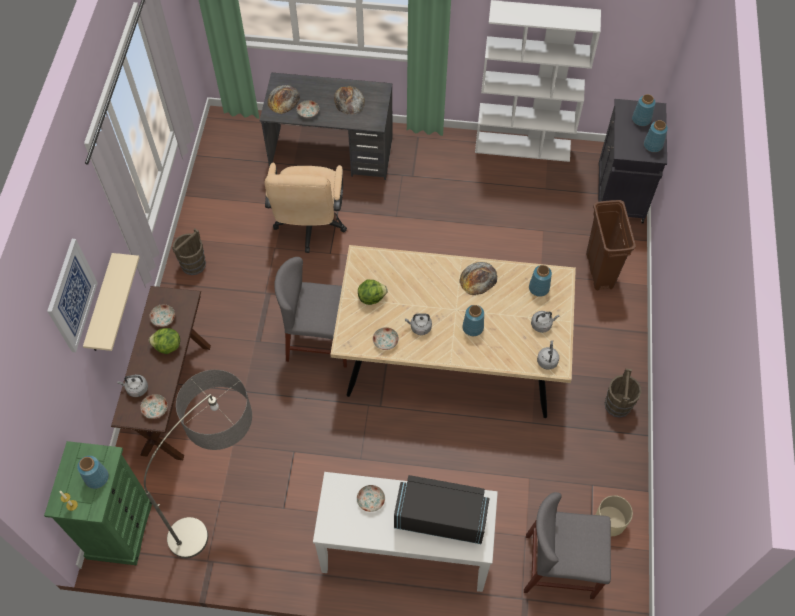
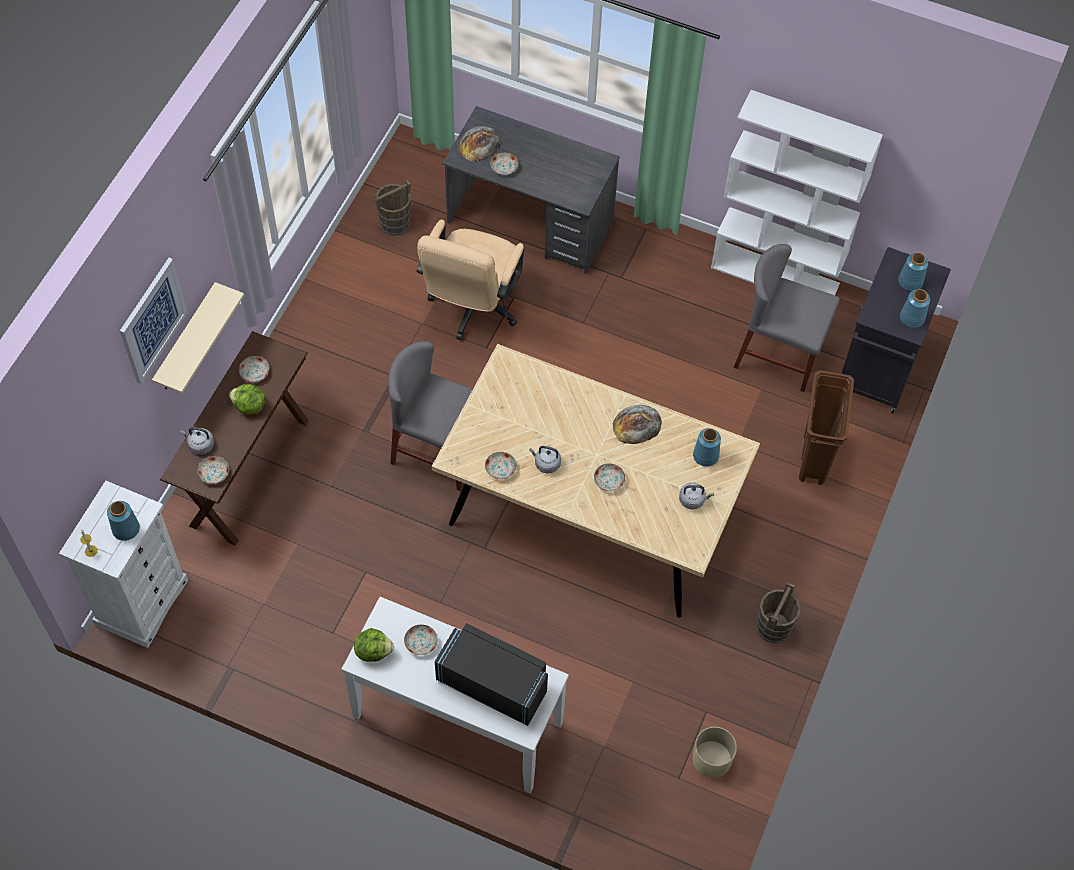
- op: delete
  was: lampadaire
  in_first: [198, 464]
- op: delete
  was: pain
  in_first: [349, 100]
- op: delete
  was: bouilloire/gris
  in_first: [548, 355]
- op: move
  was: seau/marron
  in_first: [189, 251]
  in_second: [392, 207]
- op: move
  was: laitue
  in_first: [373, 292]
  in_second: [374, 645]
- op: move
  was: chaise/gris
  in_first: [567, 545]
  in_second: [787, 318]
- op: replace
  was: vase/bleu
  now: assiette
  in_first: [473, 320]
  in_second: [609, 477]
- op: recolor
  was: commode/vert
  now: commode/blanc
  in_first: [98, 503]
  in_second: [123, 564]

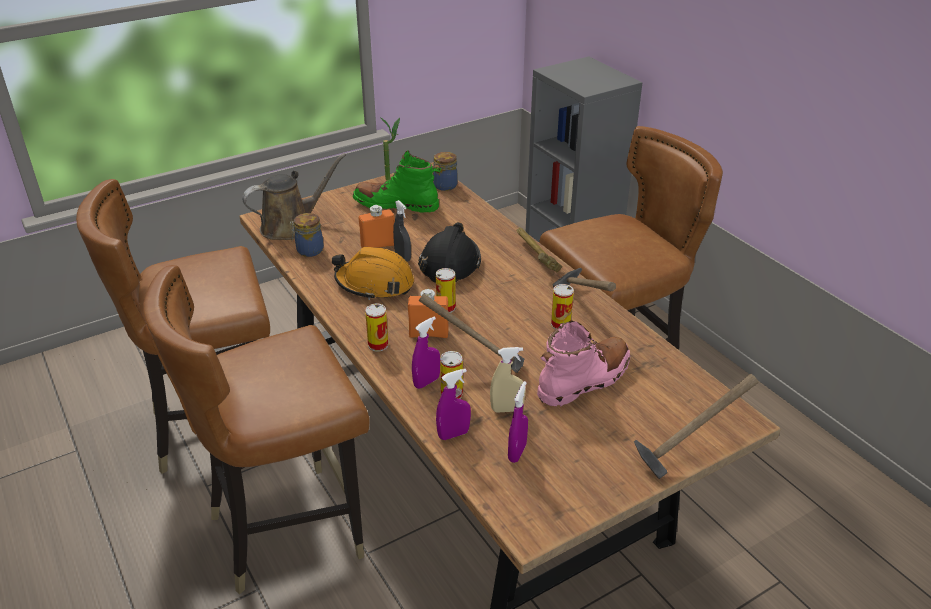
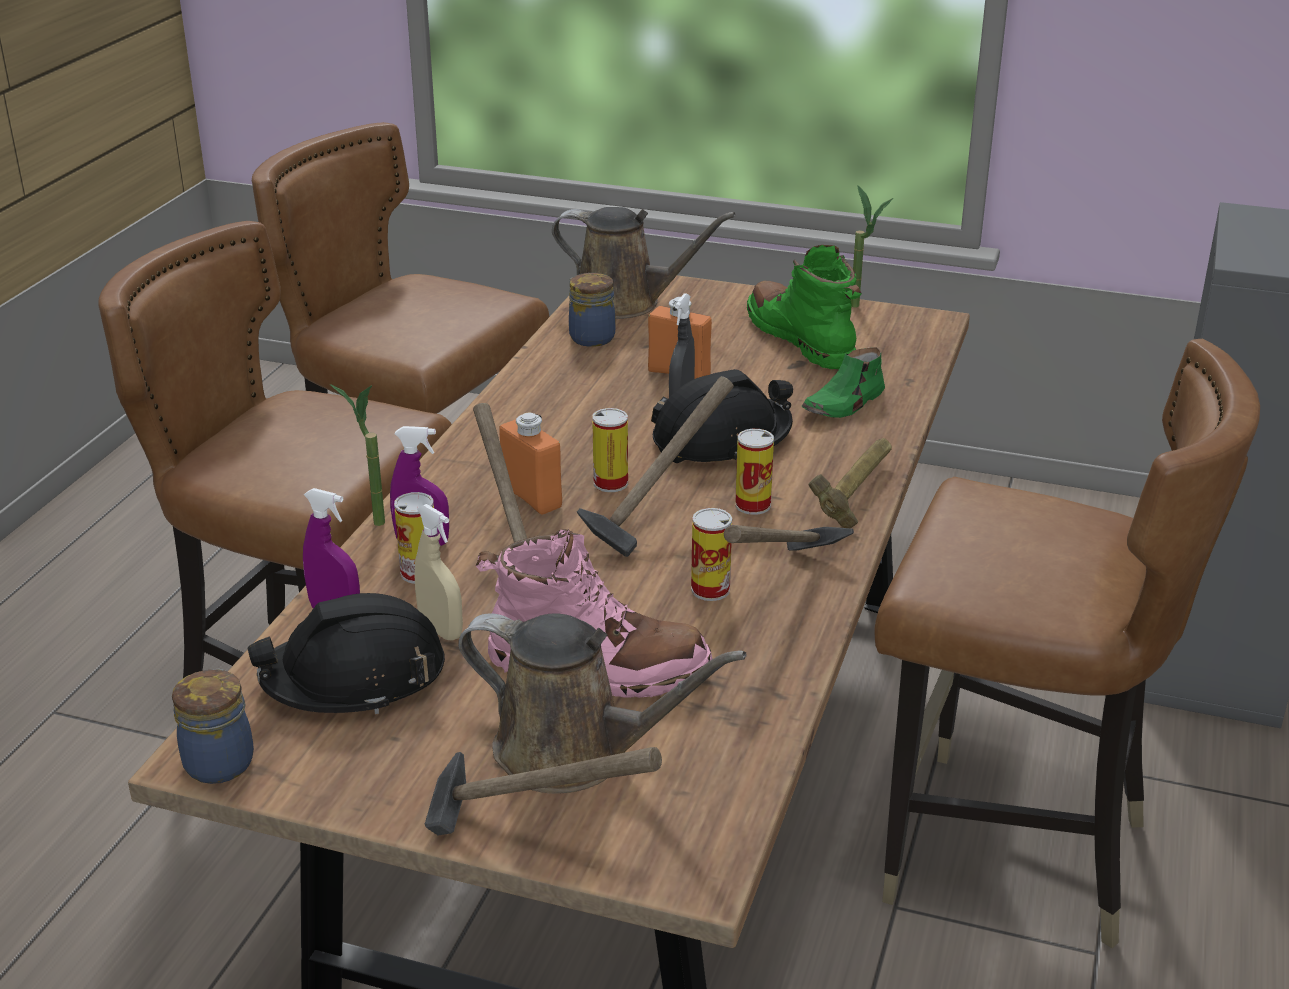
- op: delete
  was: casque de chantier/orange
  in_first: [373, 273]
- op: insert
  now: plante en pot
  in_second: [357, 455]
- op: insert
  now: arrosoir/marron
  in_second: [602, 703]
- op: insert
  now: marteau
  in_second: [655, 466]
- op: insert
  now: chaussure/vert
  in_second: [843, 382]
- op: move
  was: boîte métallique
  in_first: [376, 327]
  in_second: [754, 472]
- op: move
  was: bocal
  in_first: [445, 171]
  in_second: [213, 726]
- op: replace
  was: vaporisateur/violet
  now: casque de chantier/noir
  in_first: [518, 422]
  in_second: [346, 653]

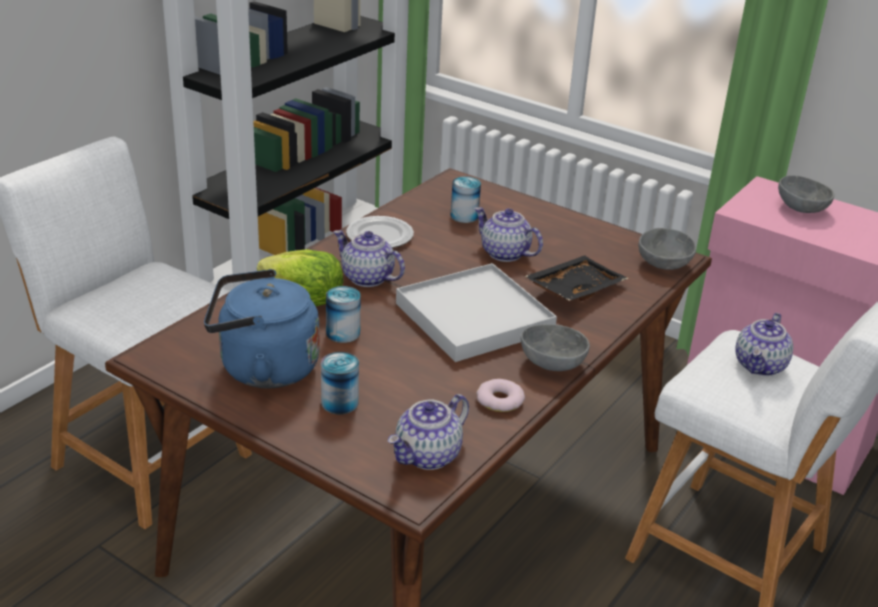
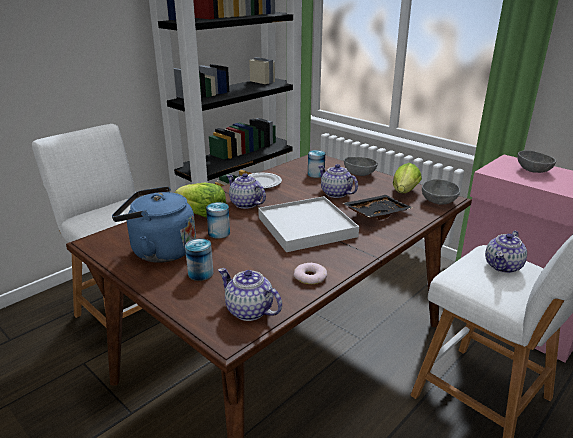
- op: insert
  now: laitue
  in_second: [407, 178]
- op: move
  was: bol/gris
  in_first: [555, 347]
  in_second: [361, 166]
- op: rotate
  was: théière
  in_first: [428, 432]
  in_second: [250, 294]
  clockwise: 75

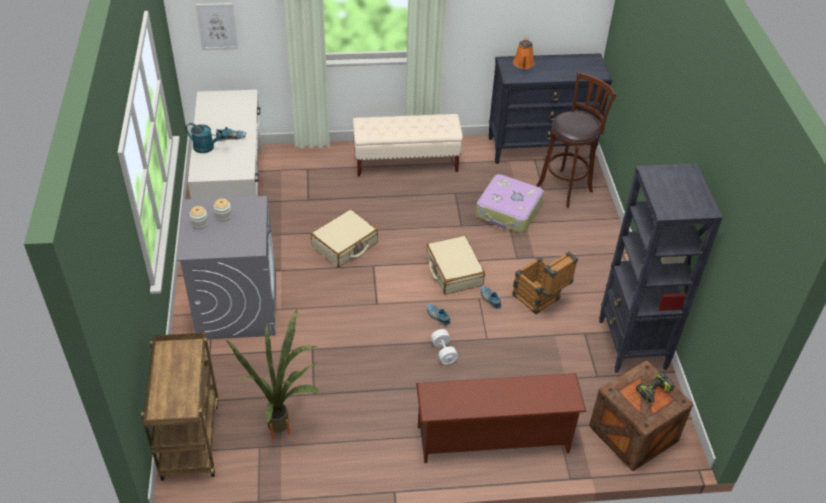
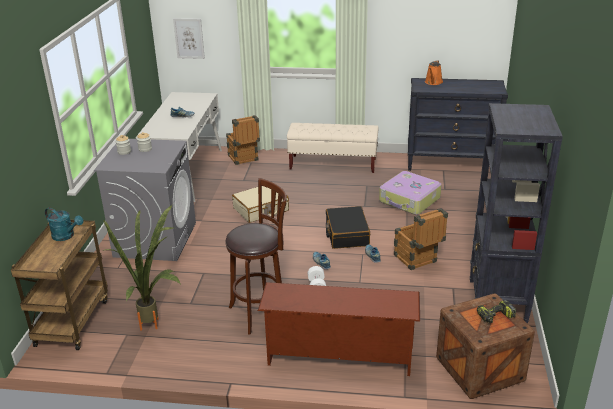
- op: insert
  now: caisse
  in_second: [243, 140]
- op: move
  was: arrosoir/turquoise
  in_first: [207, 138]
  in_second: [64, 224]
- op: move
  was: tabouret/marron
  in_first: [576, 140]
  in_second: [256, 256]
- op: recolor
  was: valise/beige
  now: valise/noir
  in_first: [455, 264]
  in_second: [348, 227]

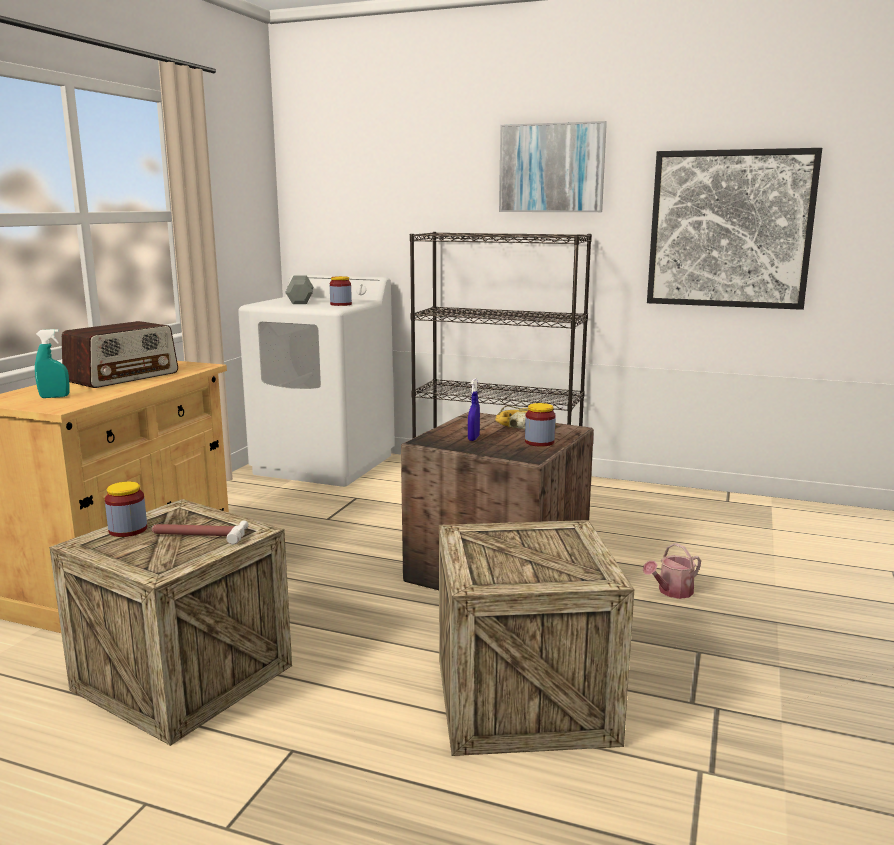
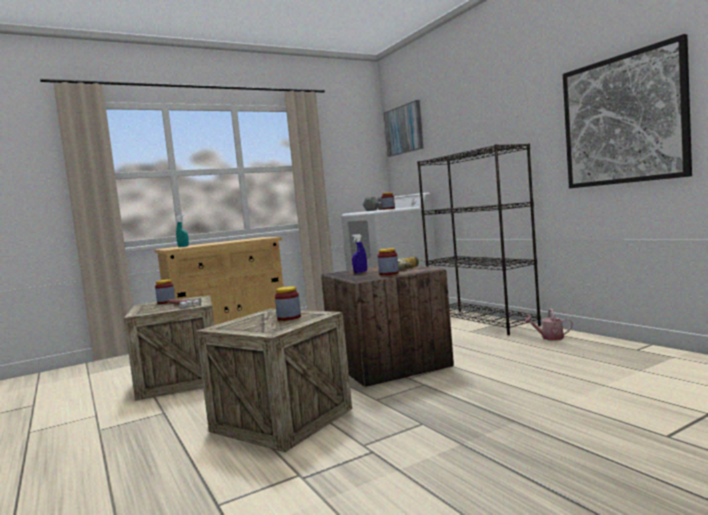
- op: delete
  was: radio
  in_first: [120, 354]
- op: insert
  now: bocal
  in_second: [288, 303]
- op: move
  was: tableau
  in_first: [553, 166]
  in_second: [403, 128]
- op: move
  was: arrosoir
  in_first: [672, 571]
  in_second: [548, 325]

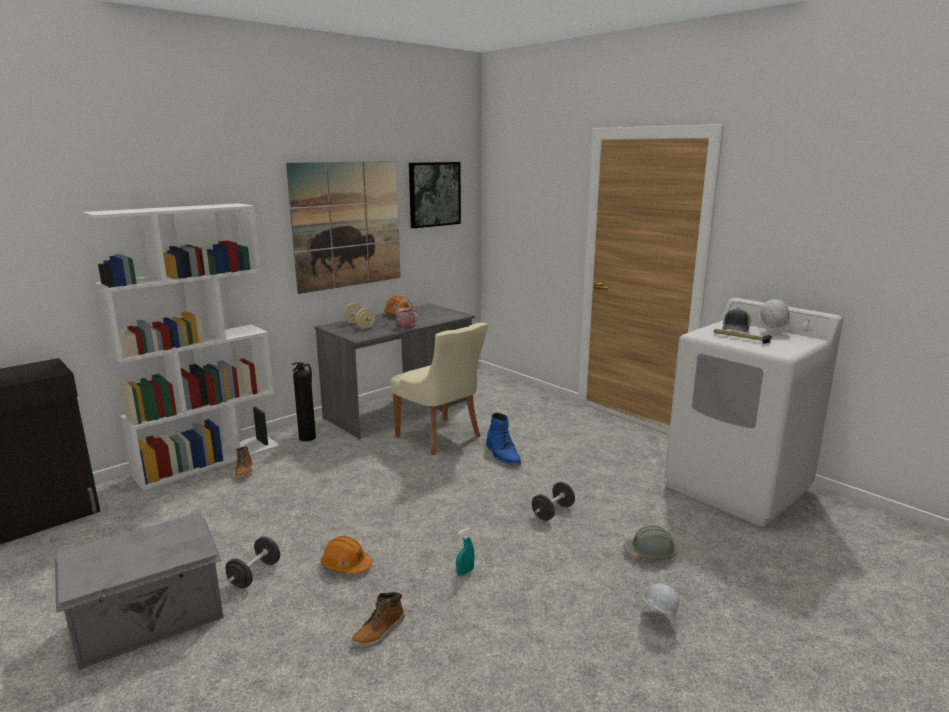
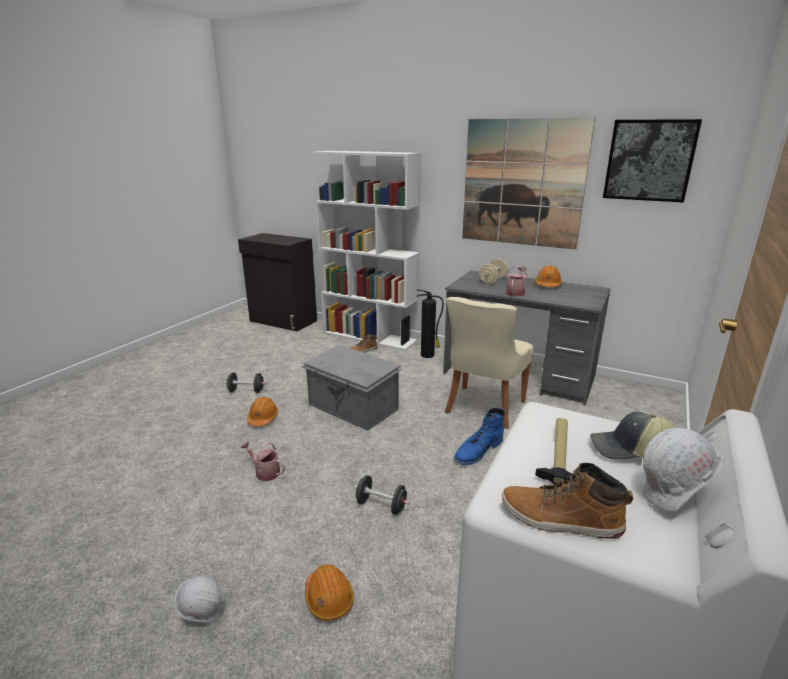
- op: move
  was: boîte de rangement/gris
  in_first: [139, 591]
  in_second: [351, 388]
- op: move
  was: botte
  in_first: [378, 619]
  in_second: [567, 501]
- op: replace
  was: vaporisateur/turquoise
  now: arrosoir
  in_first: [465, 552]
  in_second: [262, 461]
- op: recolor
  was: casque de chantier/gris
  now: casque de chantier/orange
  in_first: [650, 542]
  in_second: [329, 592]

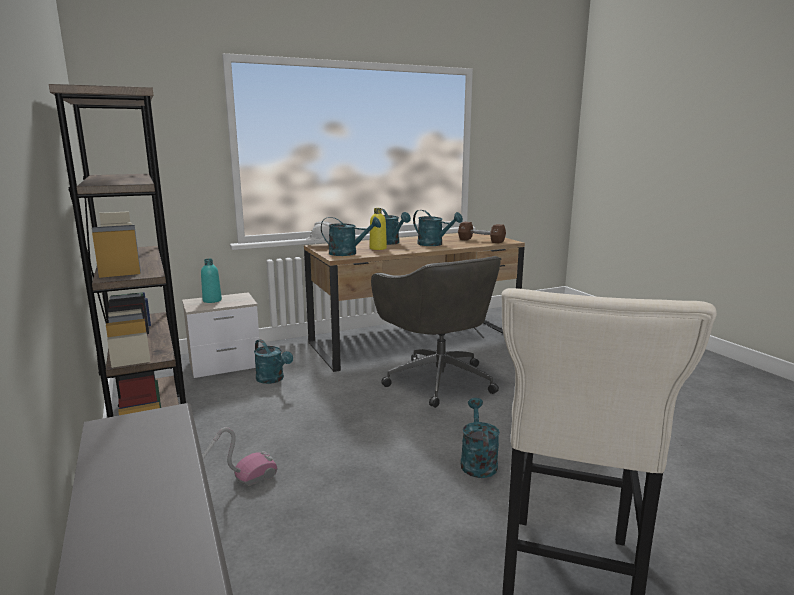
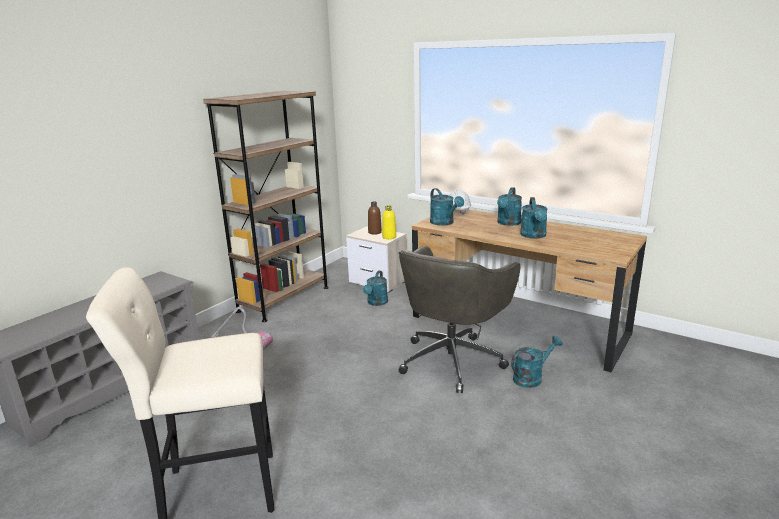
- op: delete
  was: haltère/marron
  in_first: [482, 233]
- op: move
  was: bouteille/jaune
  in_first: [378, 229]
  in_second: [389, 222]
- op: move
  was: arrosoir/turquoise
  in_first: [480, 438]
  in_second: [536, 362]
- op: recolor
  was: bouteille/turquoise
  now: bouteille/marron
  in_first: [211, 281]
  in_second: [375, 218]

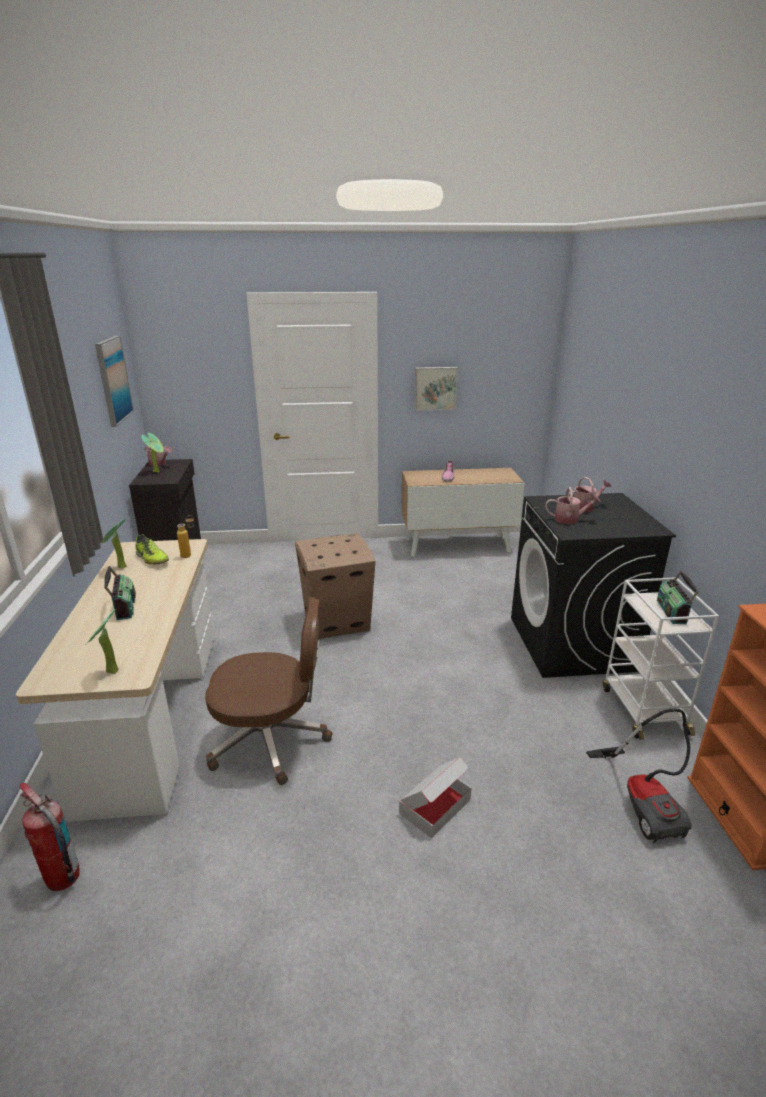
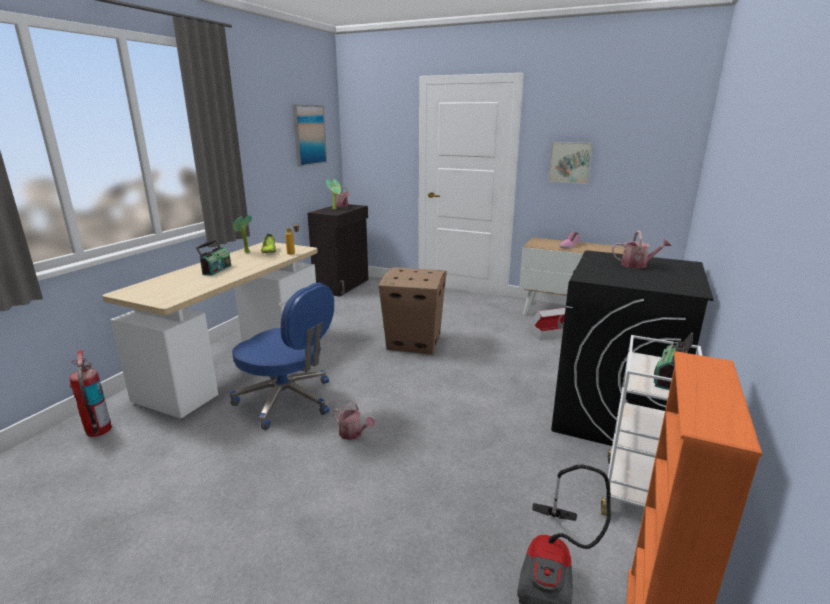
- op: delete
  was: plante en pot
  in_first: [102, 641]
- op: move
  was: carton
  in_first: [435, 797]
  in_second: [547, 324]
- op: move
  was: arrosoir
  in_first: [573, 505]
  in_second: [354, 421]
- op: recolor
  was: chaise de bureau/marron
  now: chaise de bureau/bleu
  in_first: [268, 691]
  in_second: [282, 356]

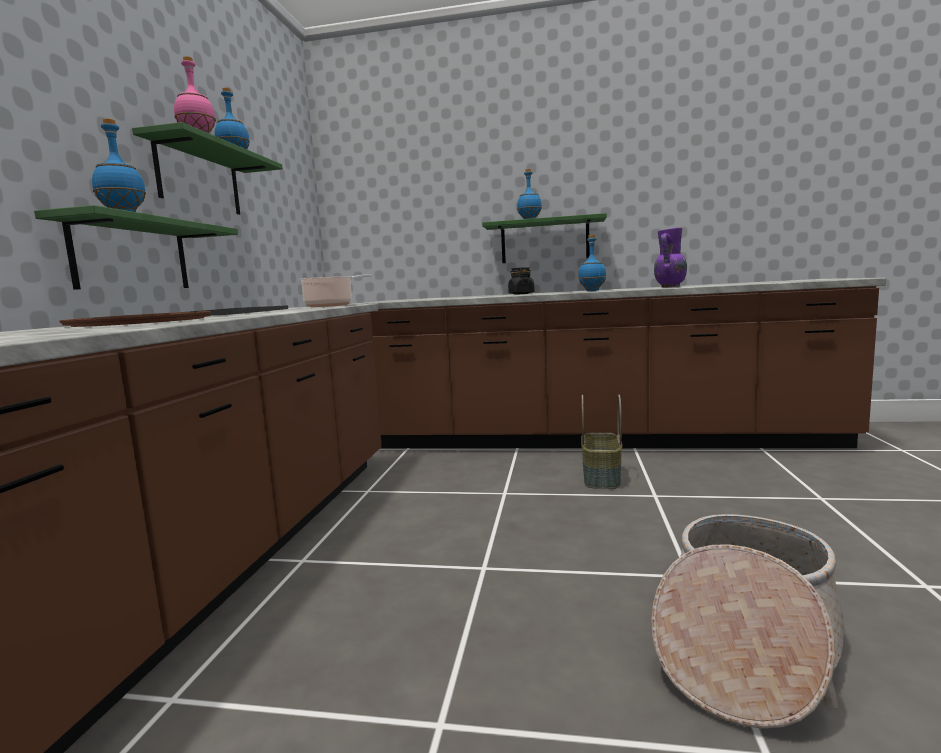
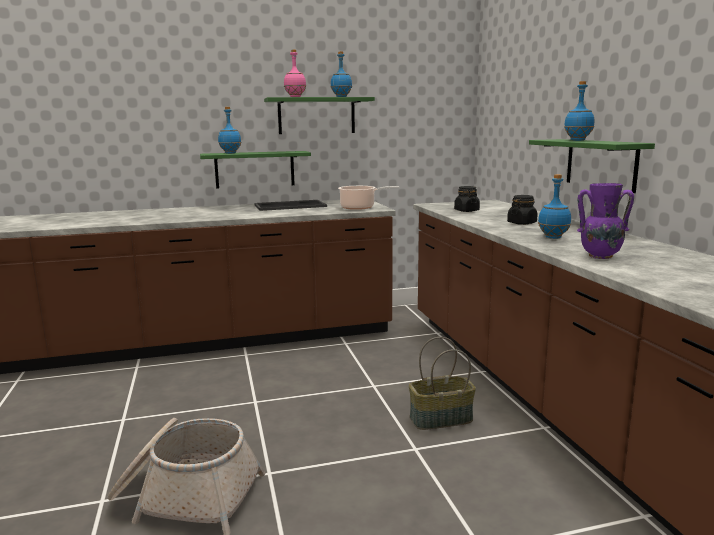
- op: delete
  was: plateau/marron
  in_first: [135, 319]
- op: insert
  now: bocal/noir
  in_second: [467, 199]

